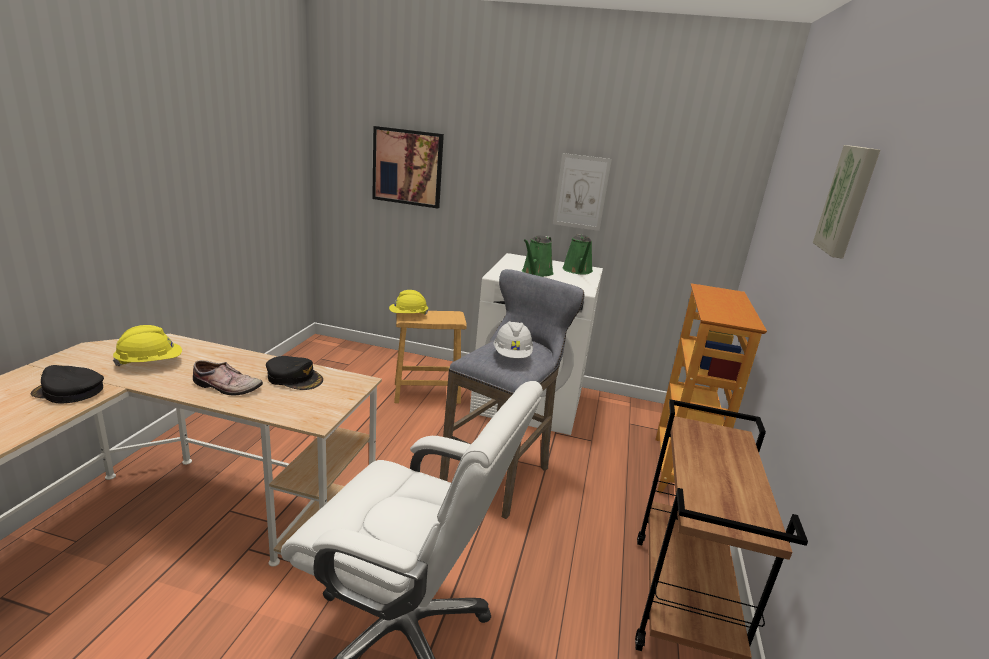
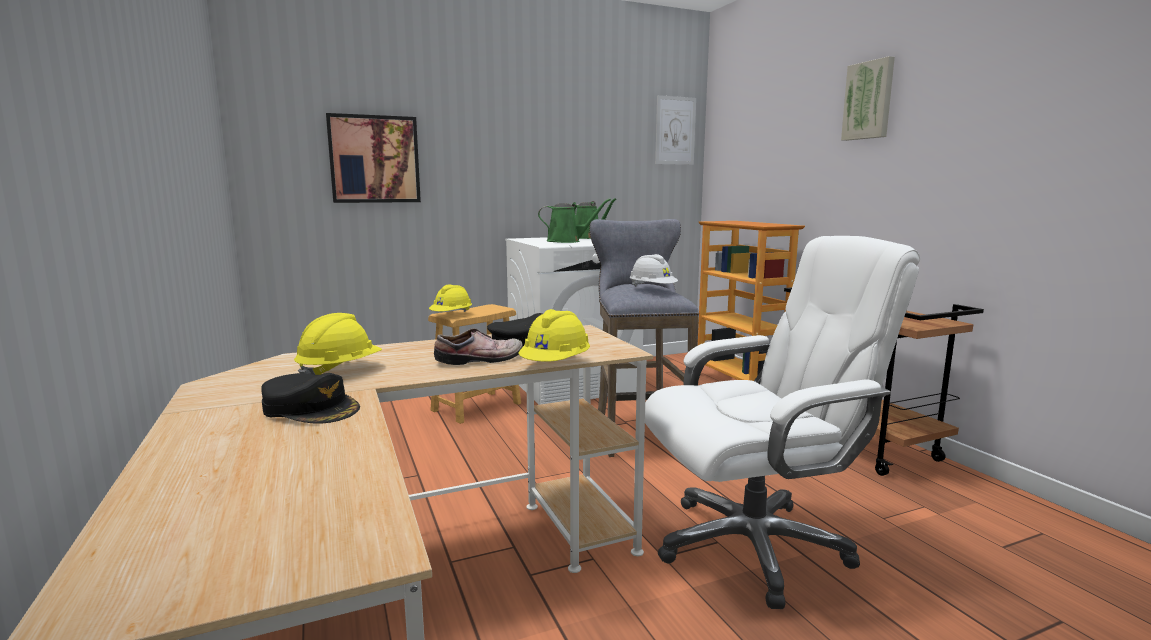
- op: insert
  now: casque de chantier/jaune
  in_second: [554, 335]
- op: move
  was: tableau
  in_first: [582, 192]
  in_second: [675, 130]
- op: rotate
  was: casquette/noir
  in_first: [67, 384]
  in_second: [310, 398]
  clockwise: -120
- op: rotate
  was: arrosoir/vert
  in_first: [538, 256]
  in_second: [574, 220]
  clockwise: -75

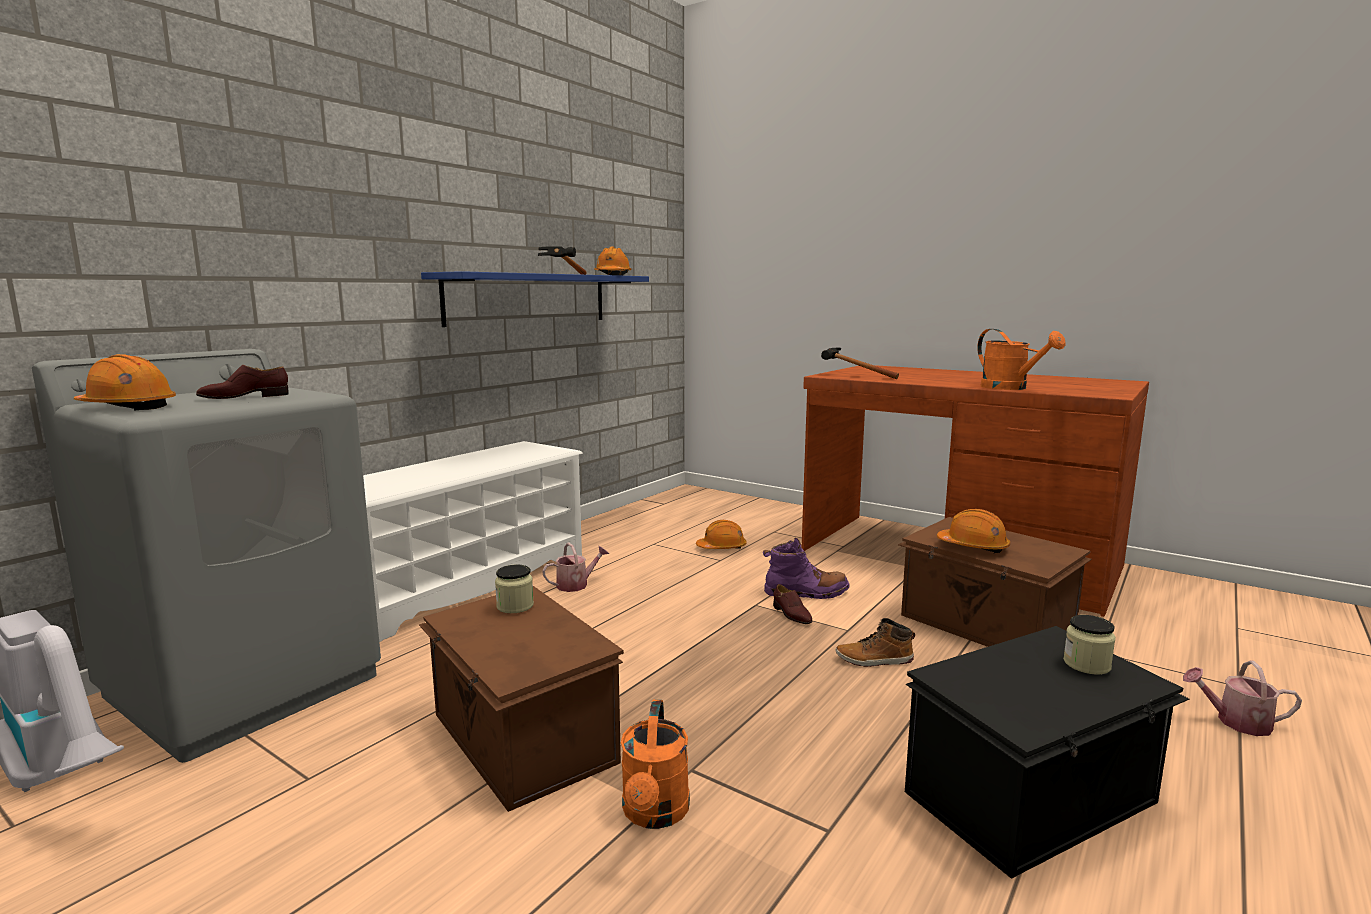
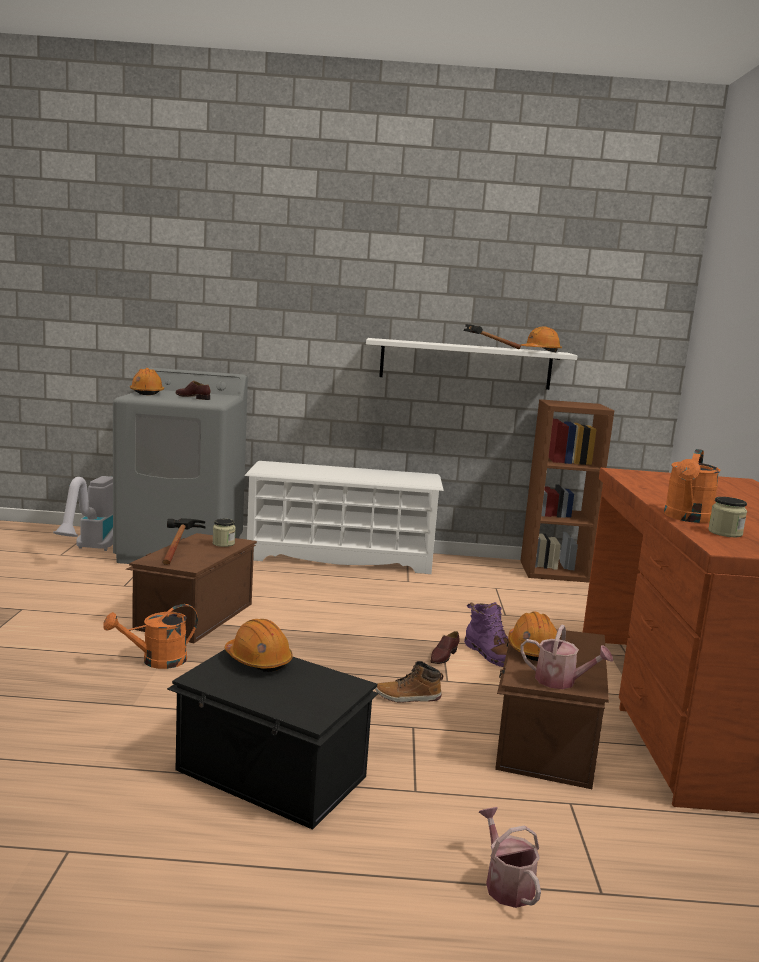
- op: insert
  now: bibliothèque/marron
  in_second: [567, 491]
- op: move
  was: arrosoir
  in_first: [575, 567]
  in_second: [566, 657]
- op: move
  was: casque de chantier/orange
  in_first: [721, 534]
  in_second: [259, 645]
- op: move
  was: marteau
  in_first: [860, 363]
  in_second: [184, 541]
- op: move
  was: bocal
  in_first: [1089, 645]
  in_second: [727, 517]
- op: recolor
  was: étagère/bleu
  now: étagère/blanc
  in_first: [535, 299]
  in_second: [471, 364]
- op: rotate
  was: botte
  in_first: [875, 642]
  in_second: [409, 682]
  clockwise: -60

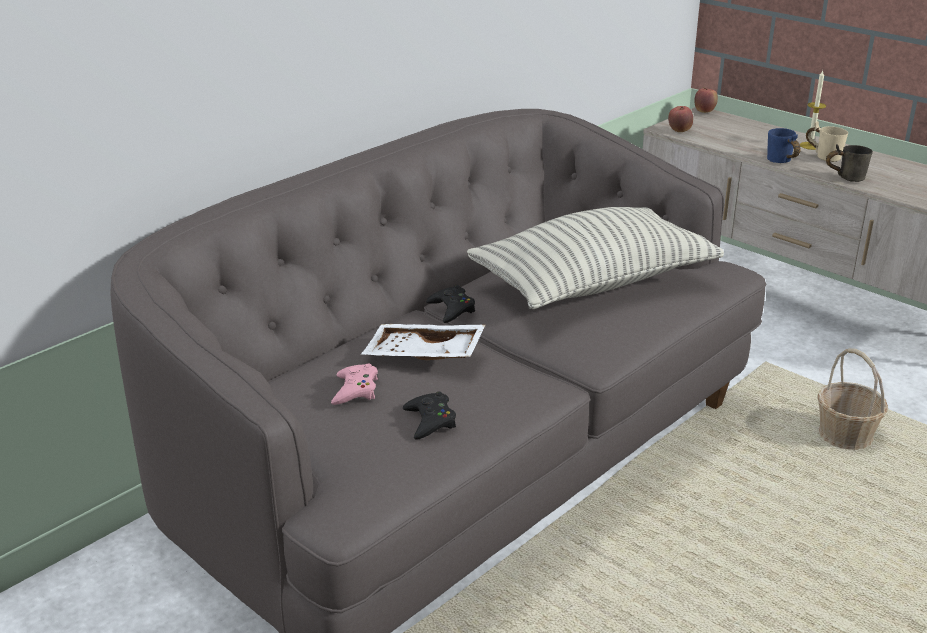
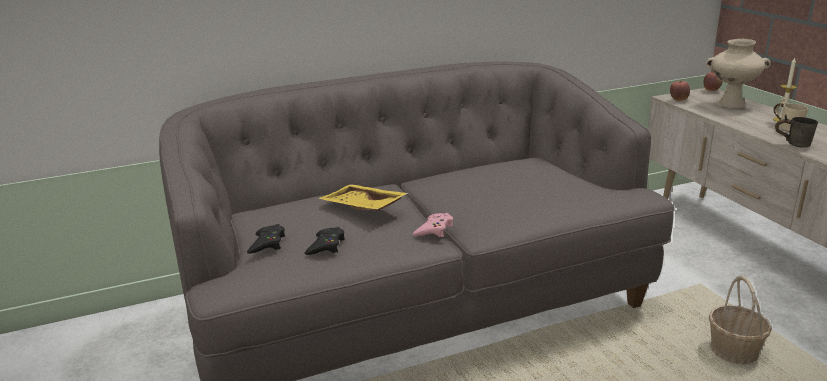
- op: delete
  was: coussin
  in_first: [595, 258]
- op: delete
  was: mug/bleu
  in_first: [784, 145]
- op: insert
  now: vase/beige
  in_second: [738, 73]
- op: move
  was: manette/rose
  in_first: [354, 384]
  in_second: [433, 225]
- op: move
  was: manette/noir
  in_first: [450, 304]
  in_second: [266, 239]
- op: recolor
  was: plateau/blanc
  now: plateau/jaune
  in_first: [423, 342]
  in_second: [363, 197]

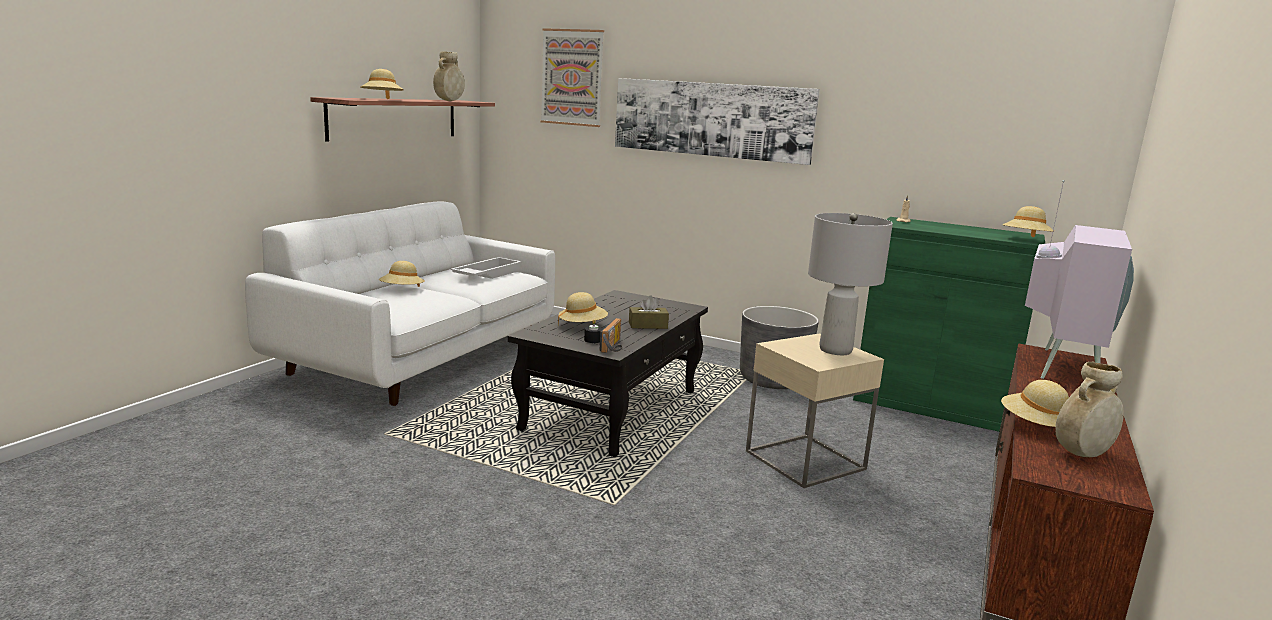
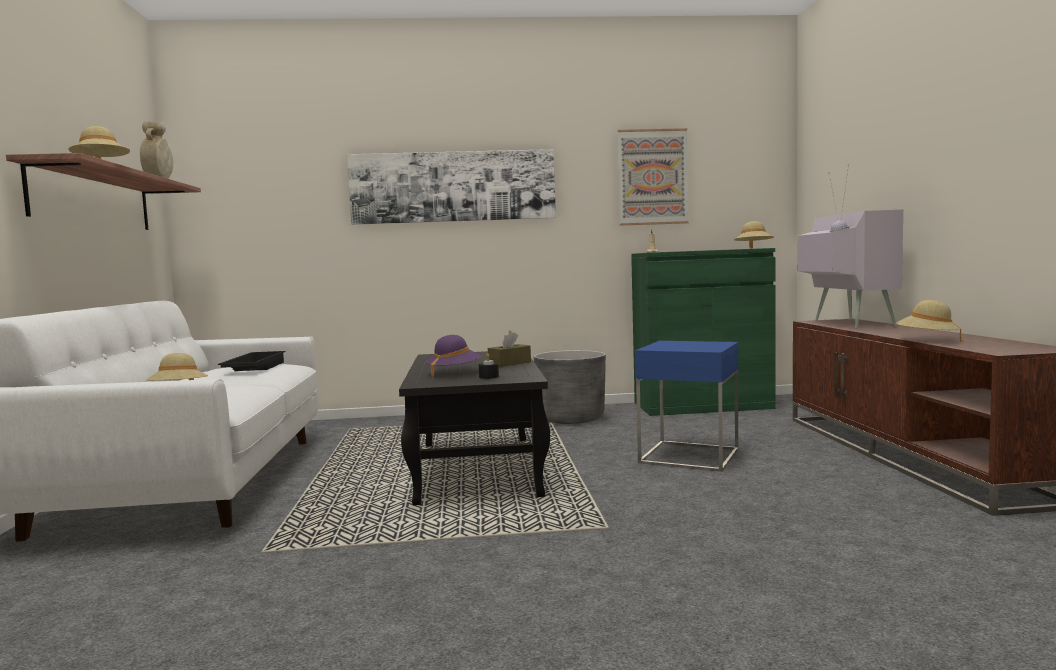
- op: delete
  was: radio
  in_first: [611, 335]
- op: delete
  was: lampe de table/gris
  in_first: [850, 284]
- op: delete
  was: vase/beige
  in_first: [1089, 409]
- op: move
  was: tableau
  in_first: [572, 77]
  in_second: [653, 177]
- op: recolor
  was: plateau/blanc
  now: plateau/noir
  in_first: [486, 268]
  in_second: [251, 361]
- op: recolor
  was: chapeau/beige
  now: chapeau/violet
  in_first: [583, 309]
  in_second: [453, 356]
- op: recolor
  was: table d'appoint/beige
  now: table d'appoint/bleu
  in_first: [815, 410]
  in_second: [686, 406]

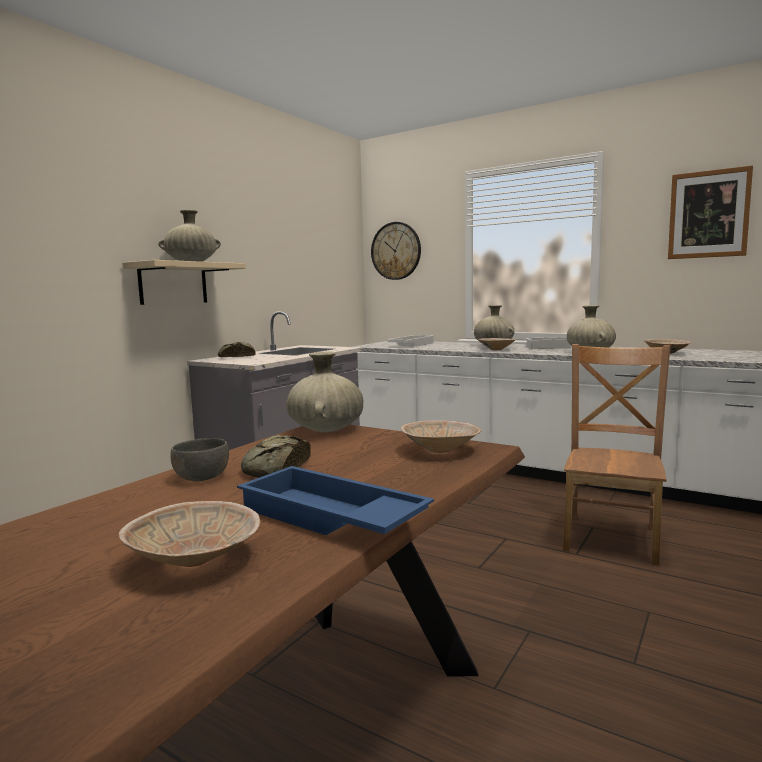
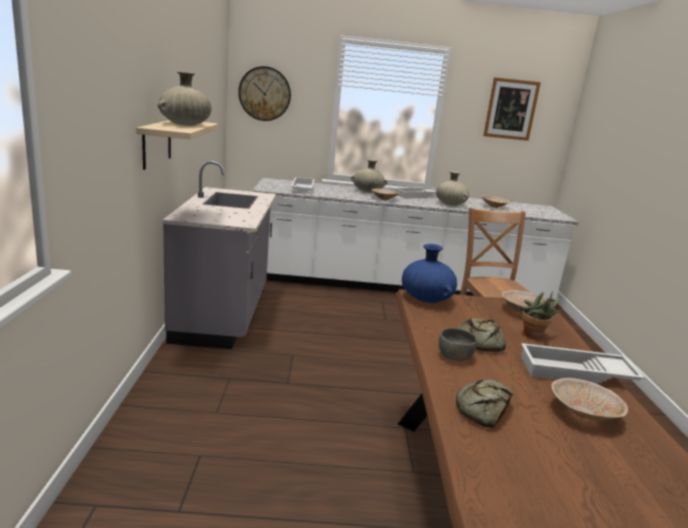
- op: insert
  now: plante en pot
  in_second: [541, 315]
- op: move
  was: pain
  in_first: [236, 349]
  in_second: [485, 403]
- op: recolor
  was: plateau/bleu
  now: plateau/blanc
  in_first: [335, 500]
  in_second: [583, 363]
- op: recolor
  was: vase/beige
  now: vase/bleu
  in_first: [324, 391]
  in_second: [429, 273]

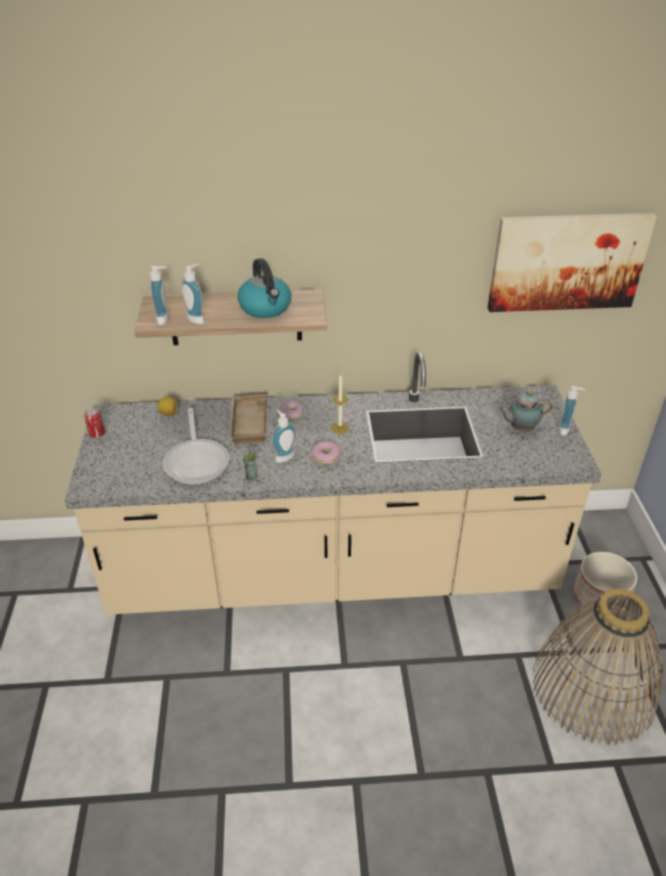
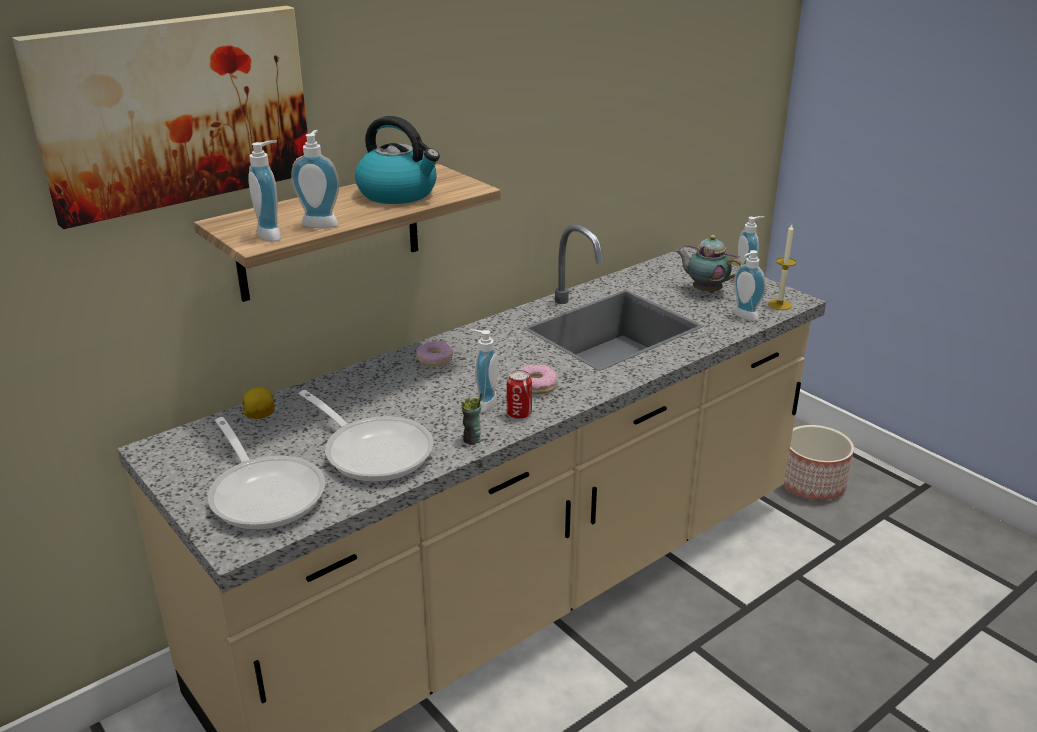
- op: delete
  was: plateau/beige
  in_first: [248, 418]
- op: delete
  was: panier
  in_first: [597, 666]
- op: insert
  now: poêle
  in_second: [266, 473]
- op: insert
  now: distributeur de savon
  in_second: [749, 285]
- op: move
  was: boîte métallique
  in_first: [94, 423]
  in_second: [519, 394]
- op: move
  was: bougie
  in_first: [340, 404]
  in_second: [782, 267]
- op: move
  was: tableau
  in_first: [572, 262]
  in_second: [160, 117]
- op: rotate
  was: théière
  in_first: [525, 411]
  in_second: [709, 264]
  clockwise: 75

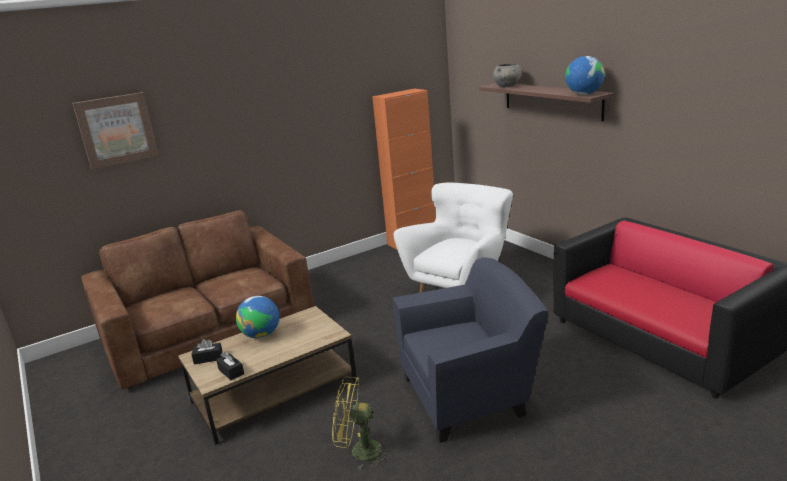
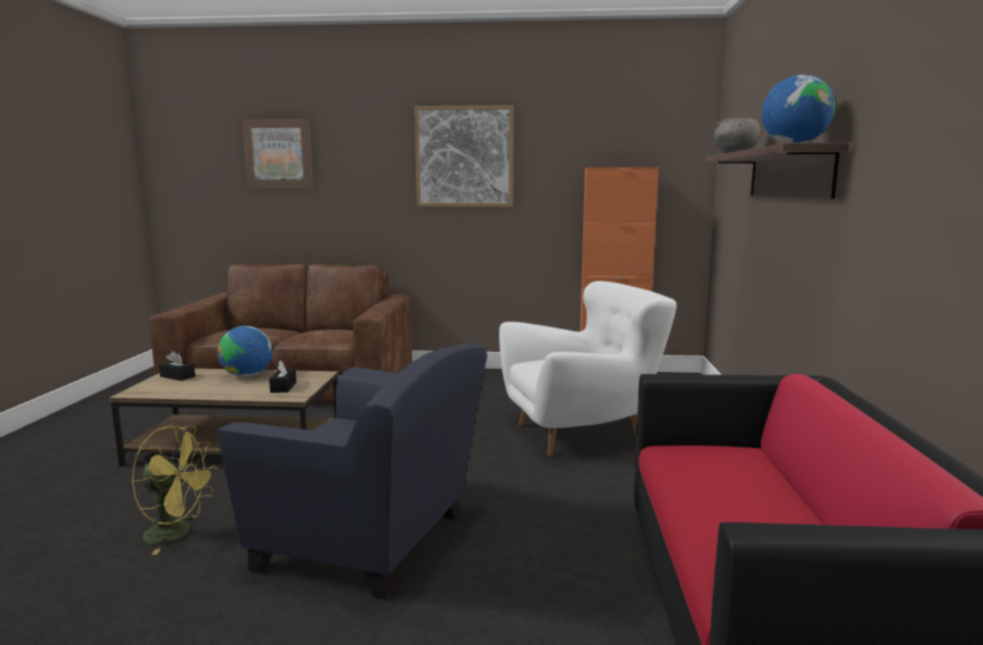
- op: insert
  now: tableau
  in_second: [463, 156]
- op: move
  was: boîte à mouchoirs/noir
  in_first: [230, 366]
  in_second: [282, 376]
- op: rotate
  was: ventilateur/jaune
  in_first: [361, 423]
  in_second: [175, 490]
  clockwise: 150

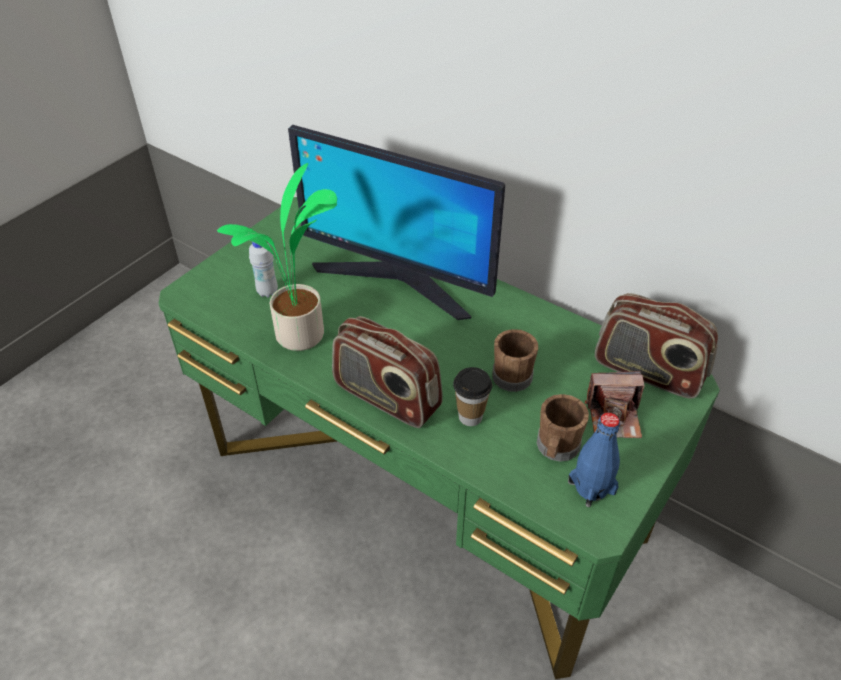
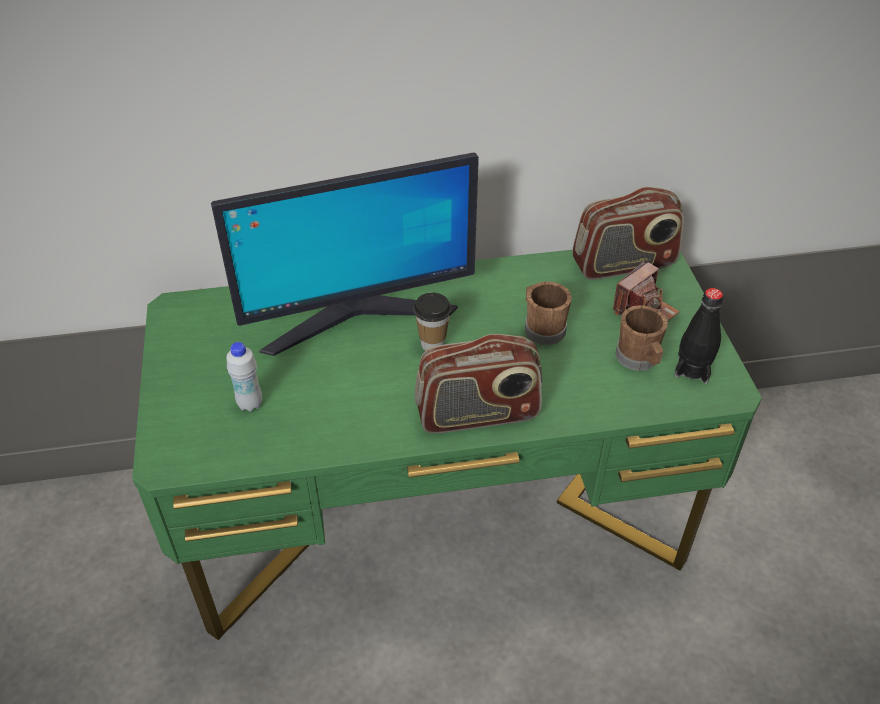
- op: delete
  was: plante en pot
  in_first: [277, 257]
- op: move
  was: tasse
  in_first: [472, 396]
  in_second: [432, 322]
- op: recolor
  was: bouteille/bleu
  now: bouteille/noir
  in_first: [594, 459]
  in_second: [698, 336]

